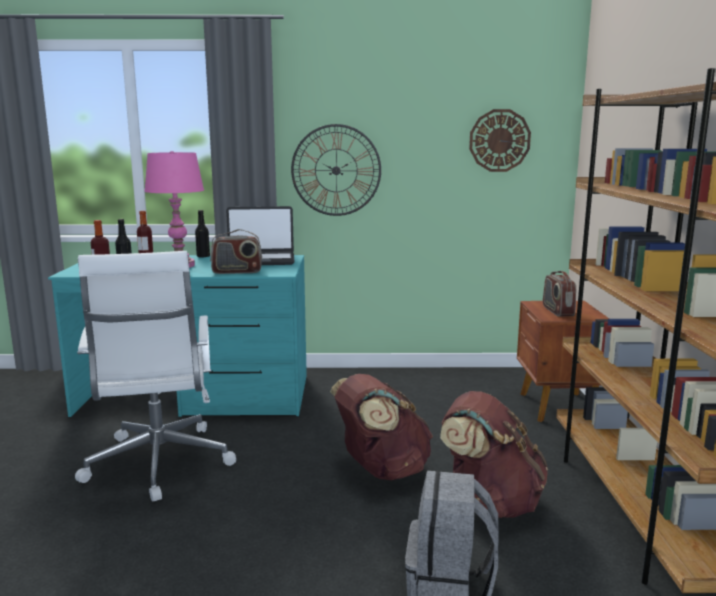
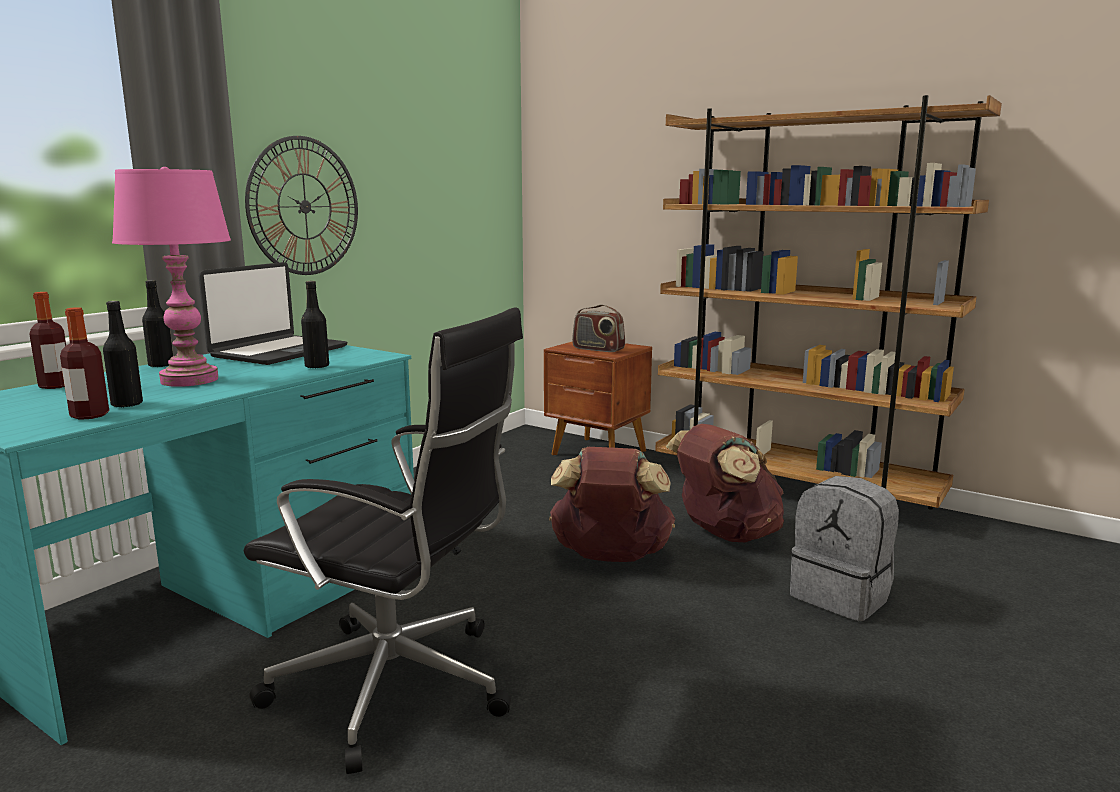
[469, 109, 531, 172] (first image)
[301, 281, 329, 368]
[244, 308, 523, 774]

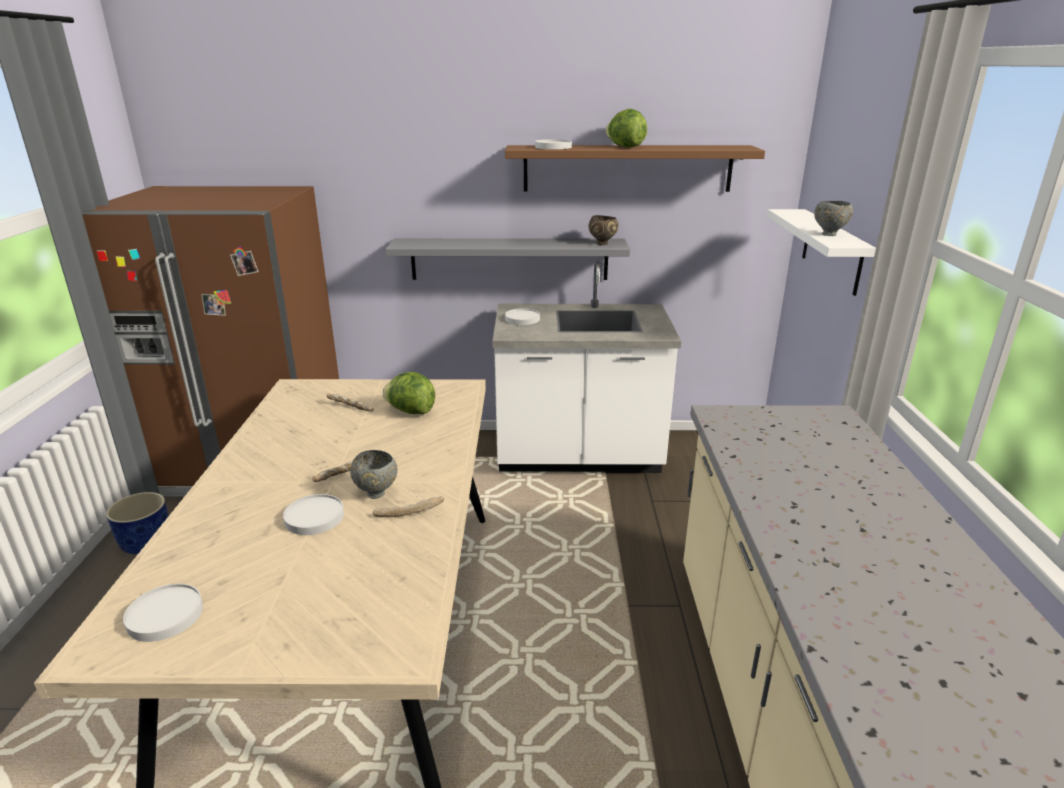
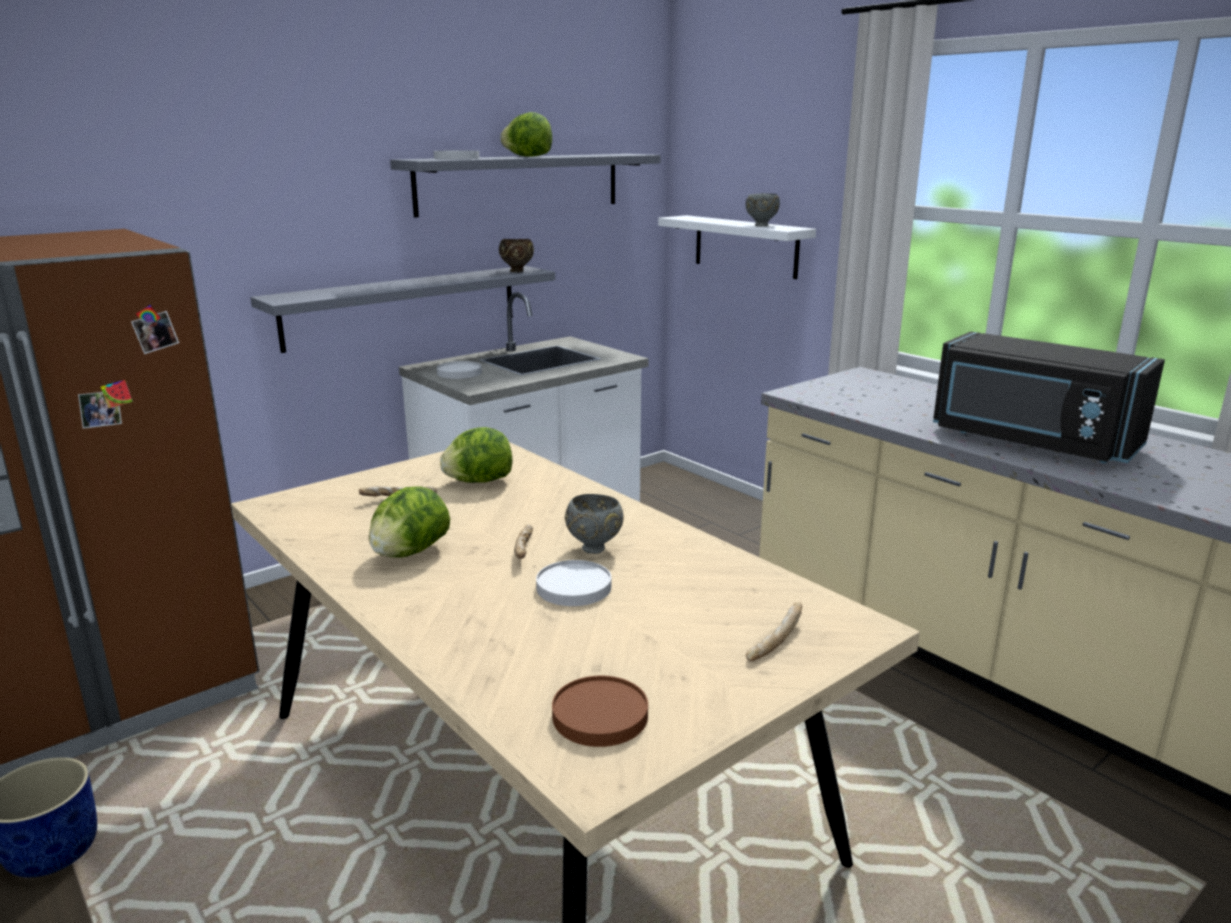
[369, 486, 450, 558]
[933, 332, 1165, 463]
[746, 602, 802, 661]
[552, 676, 648, 747]
[390, 154, 661, 218]

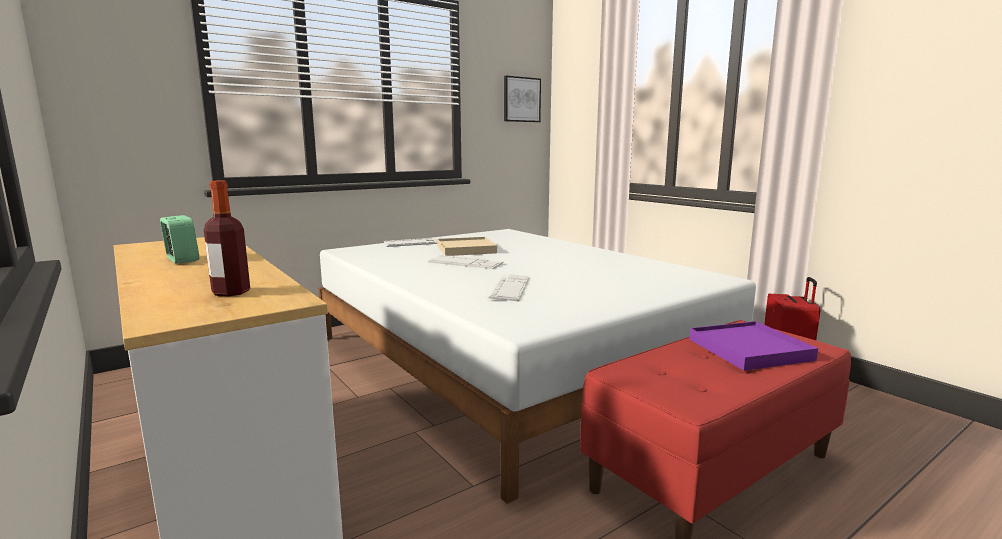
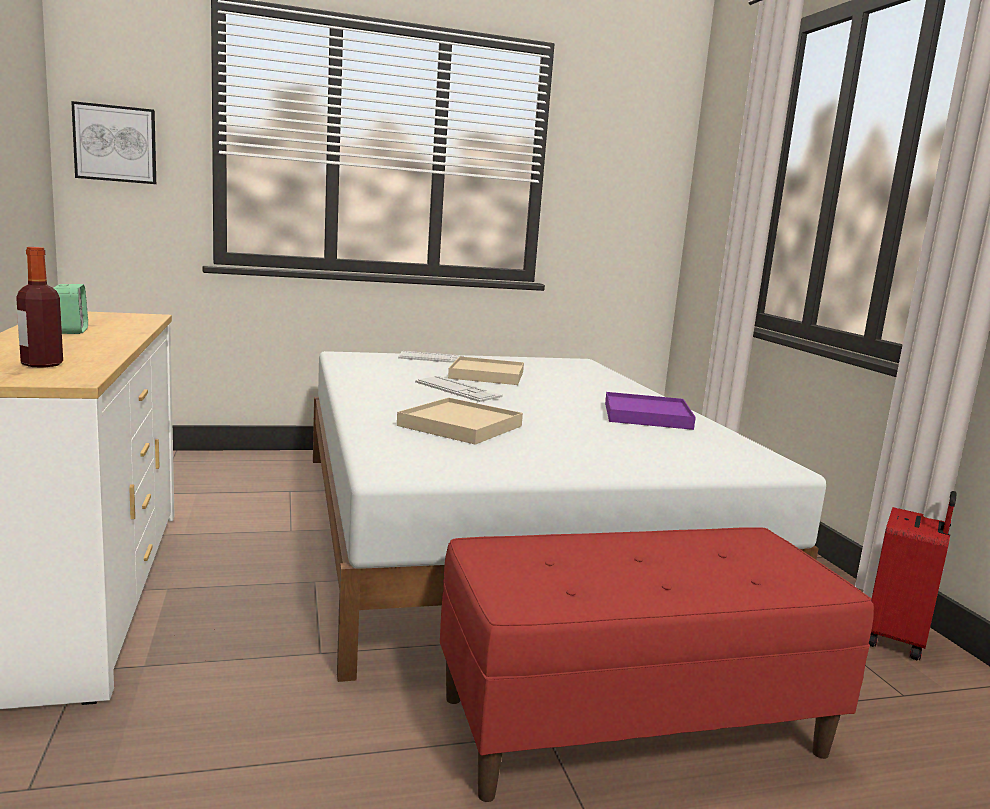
[71, 101, 156, 184]
[605, 392, 696, 430]
[397, 398, 523, 445]

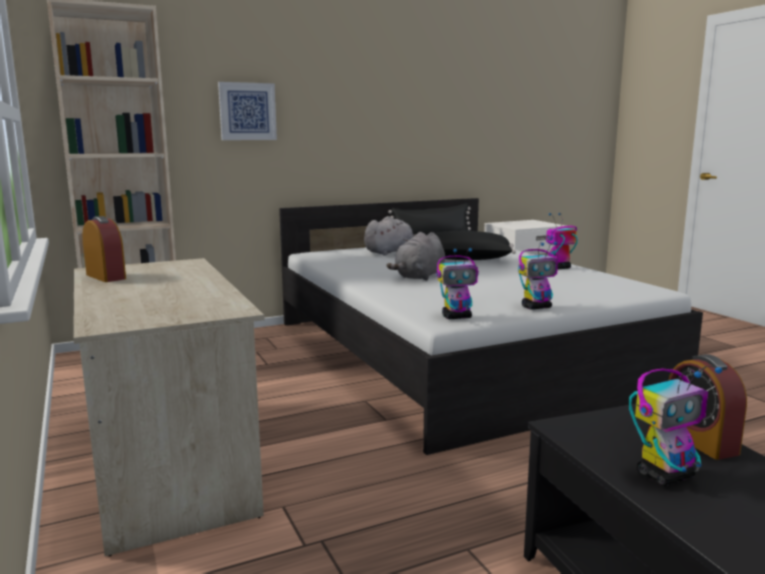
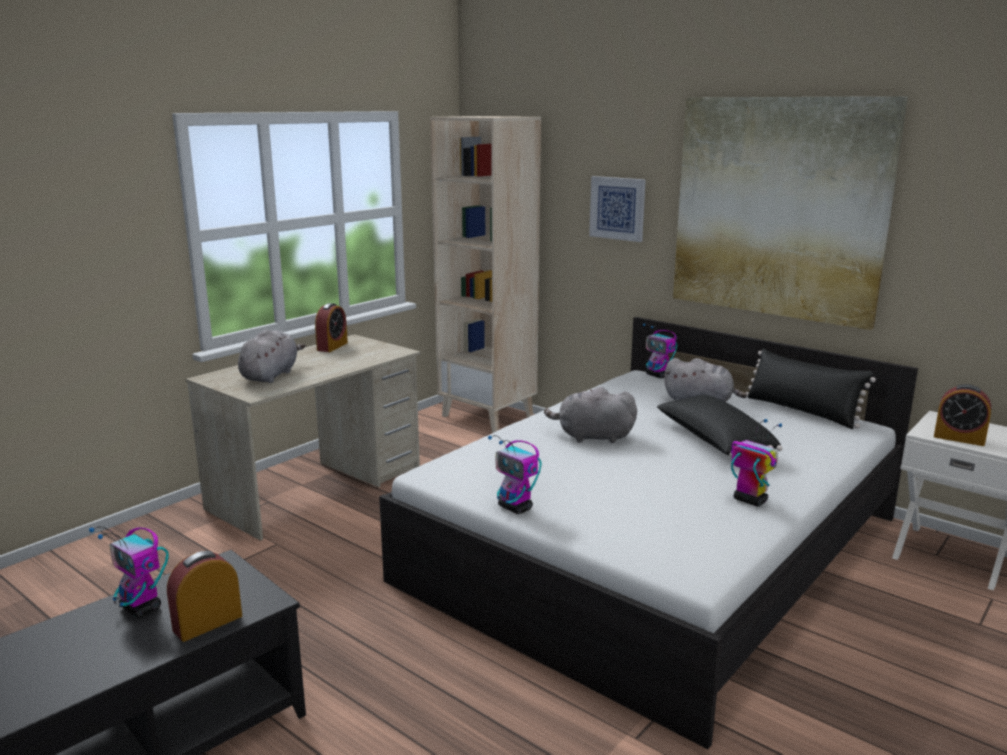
[238, 329, 306, 383]
[673, 96, 908, 330]
[934, 384, 991, 446]
[643, 323, 677, 378]

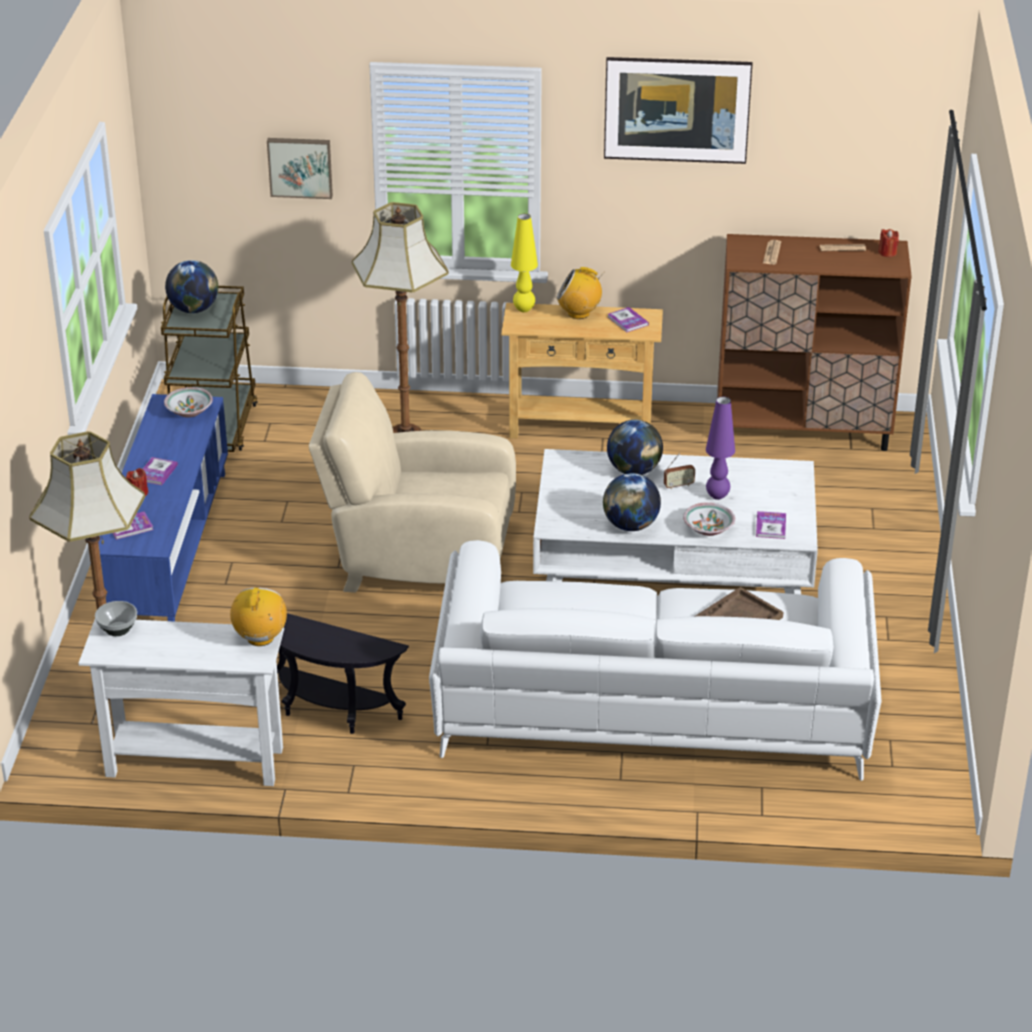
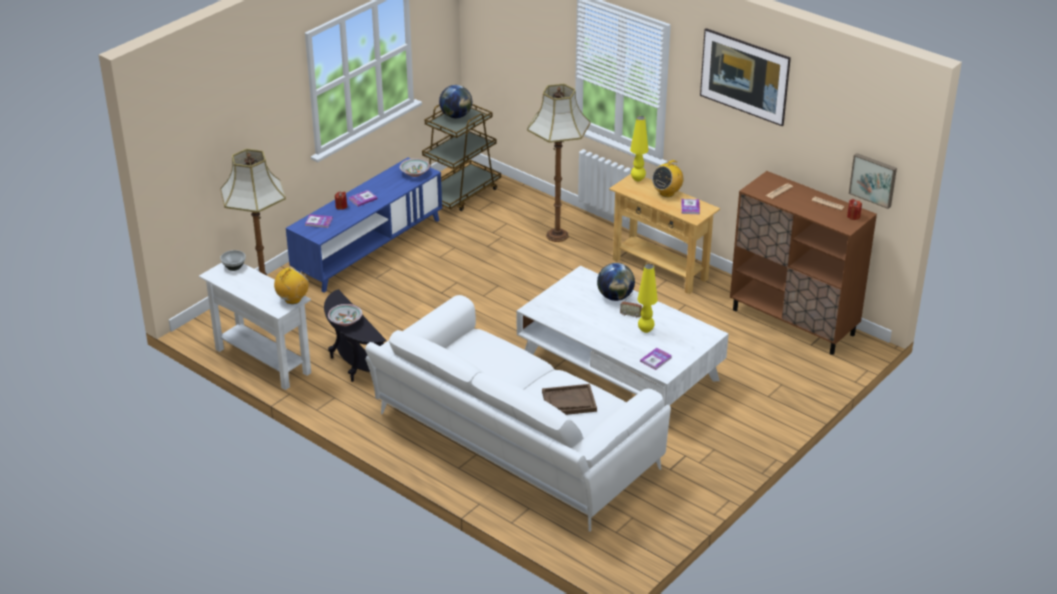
[309, 372, 516, 593] (first image)
[603, 473, 661, 531] (first image)
[849, 153, 897, 209]
[328, 304, 362, 326]
[637, 264, 658, 333]
[652, 160, 683, 197]

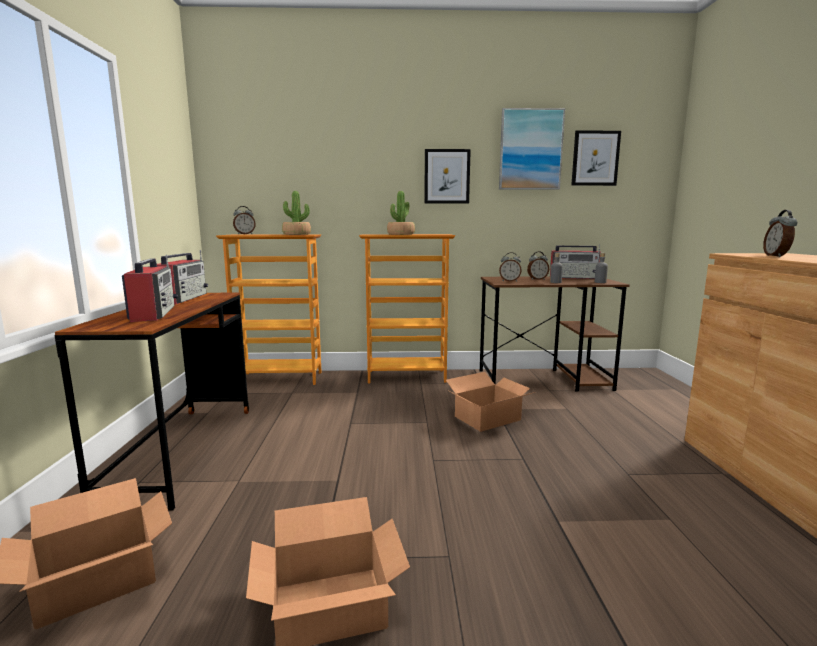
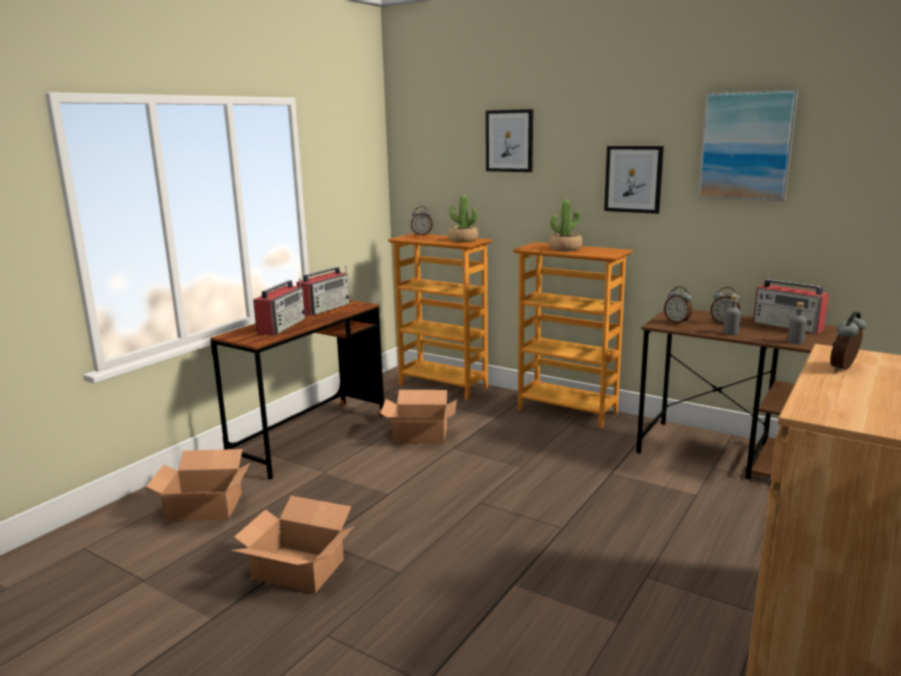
[380, 390, 457, 443]
[486, 109, 533, 172]

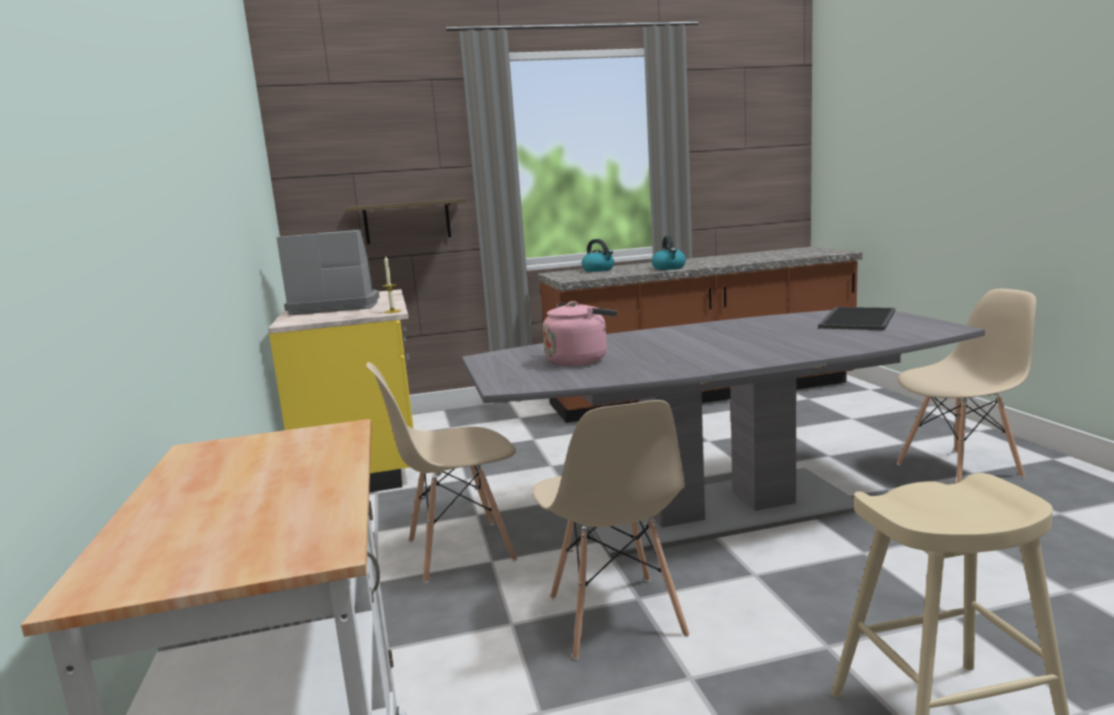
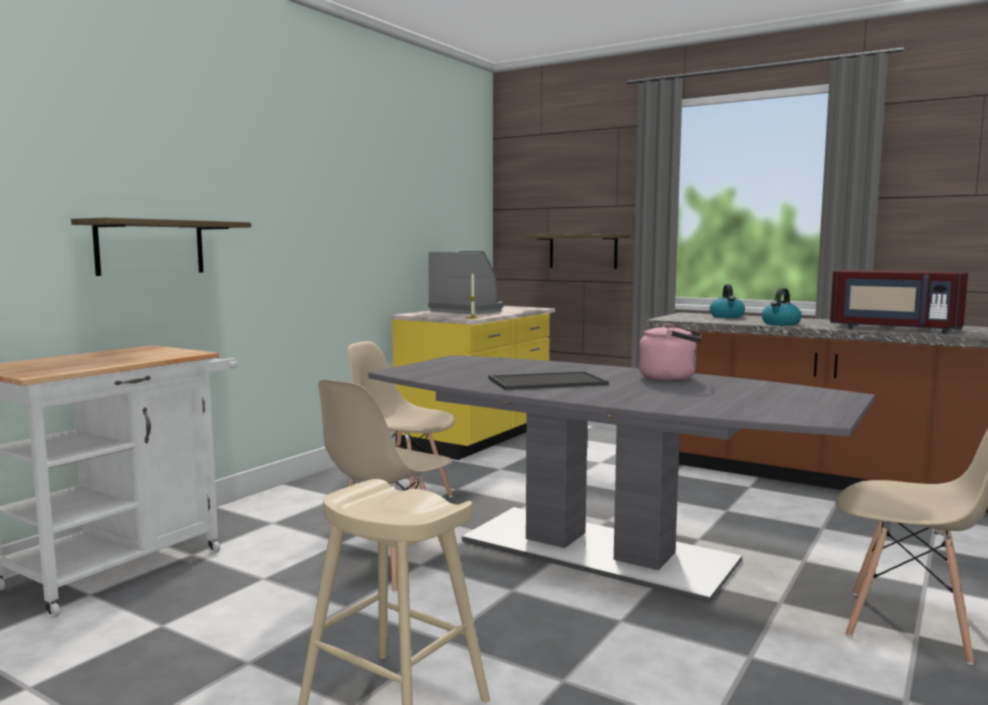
[71, 218, 251, 276]
[830, 270, 968, 333]
[639, 324, 701, 381]
[489, 371, 609, 390]

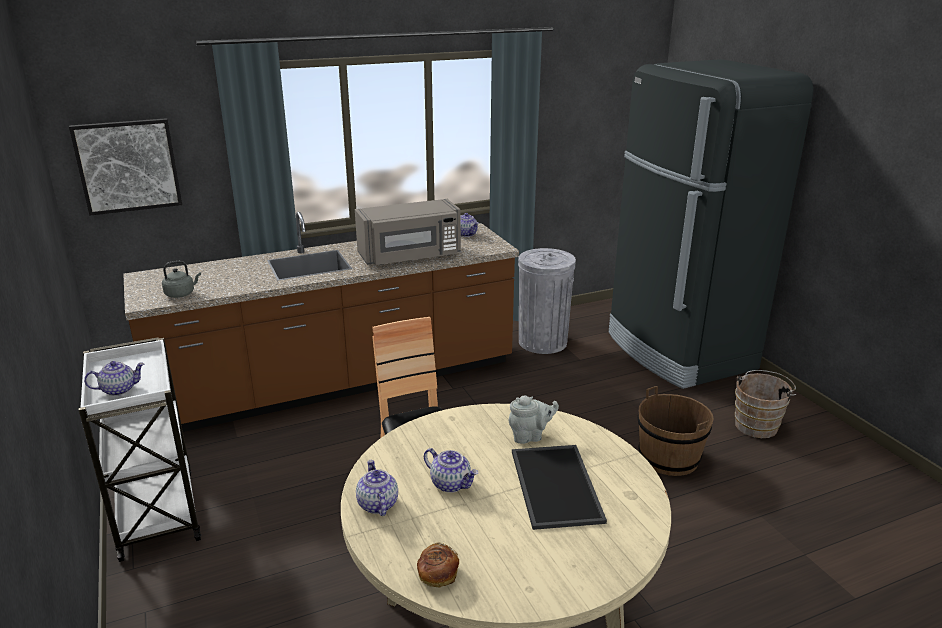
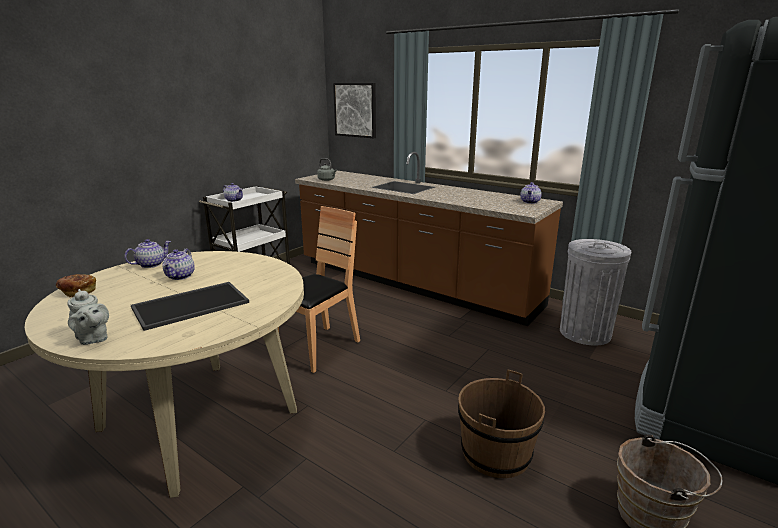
[355, 199, 461, 265] (first image)
[68, 289, 109, 345]

